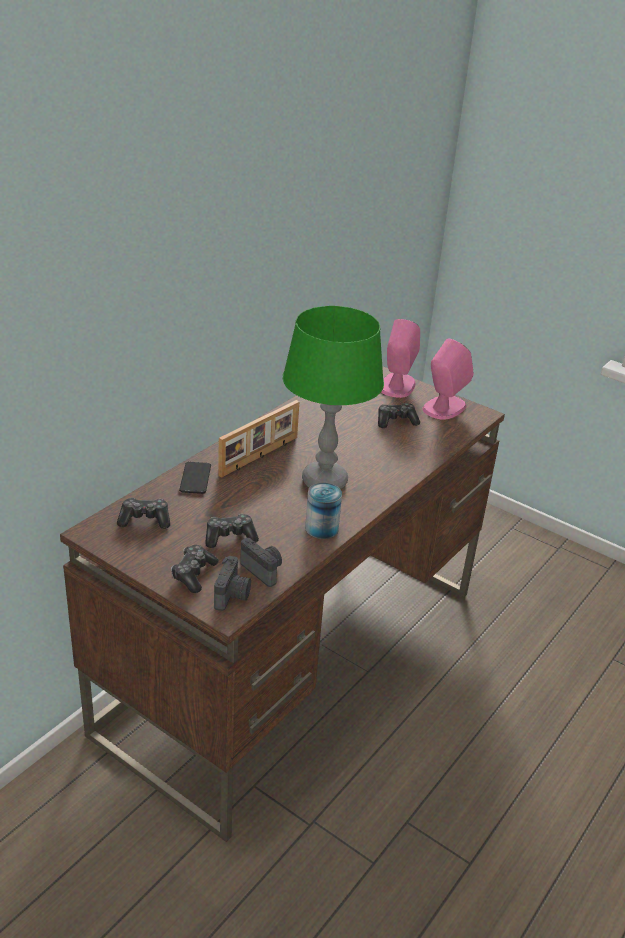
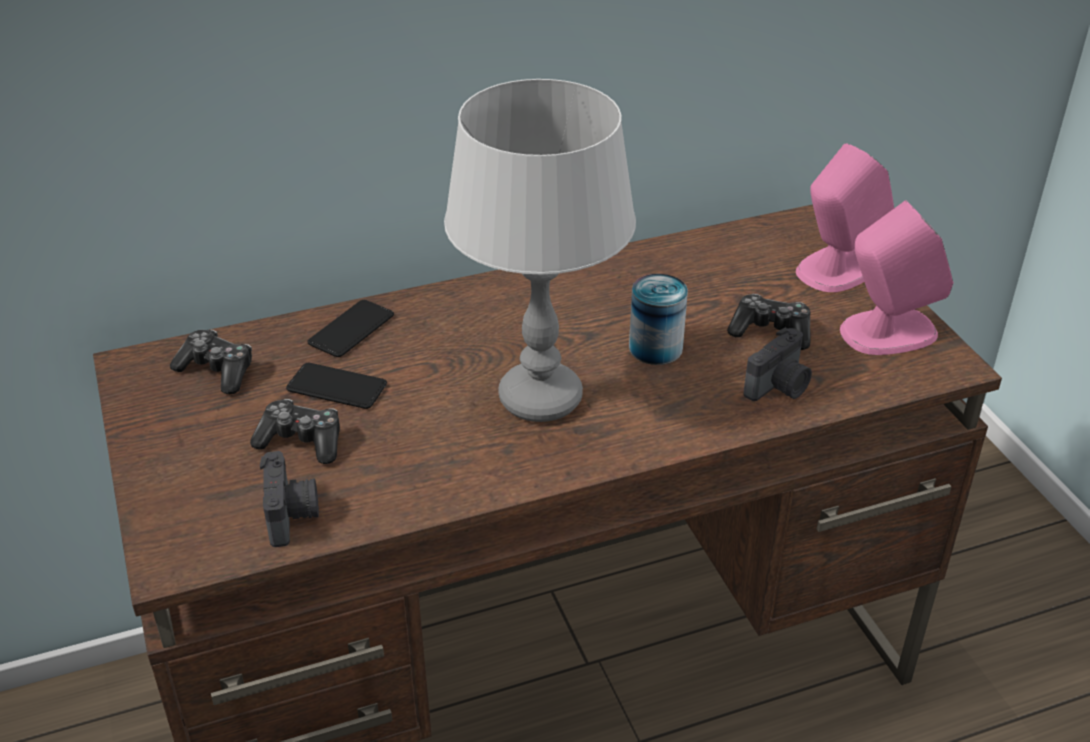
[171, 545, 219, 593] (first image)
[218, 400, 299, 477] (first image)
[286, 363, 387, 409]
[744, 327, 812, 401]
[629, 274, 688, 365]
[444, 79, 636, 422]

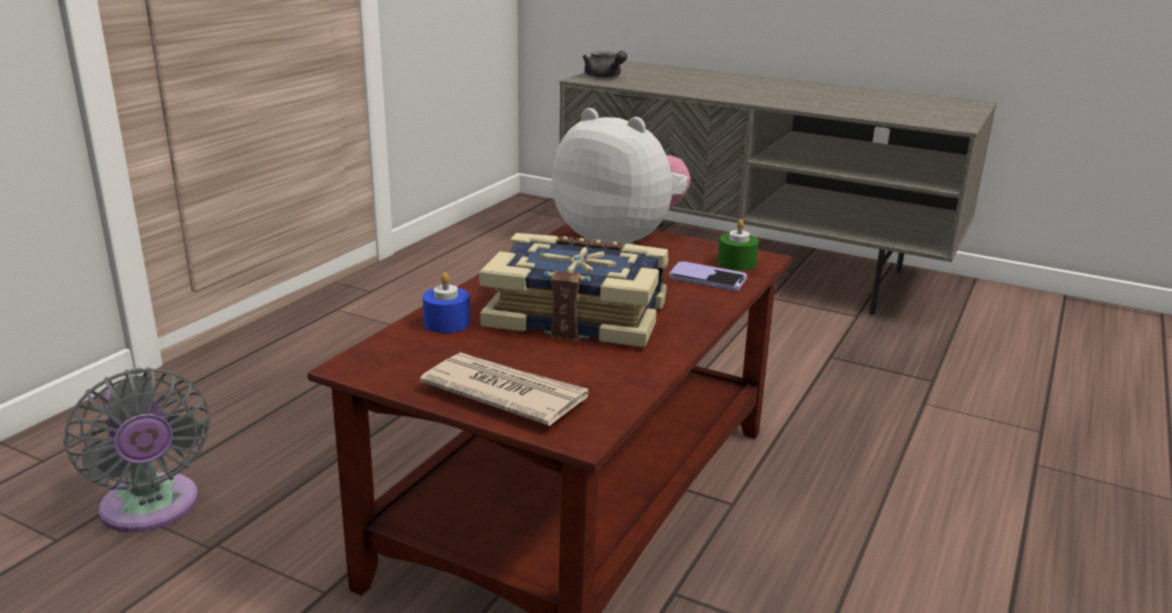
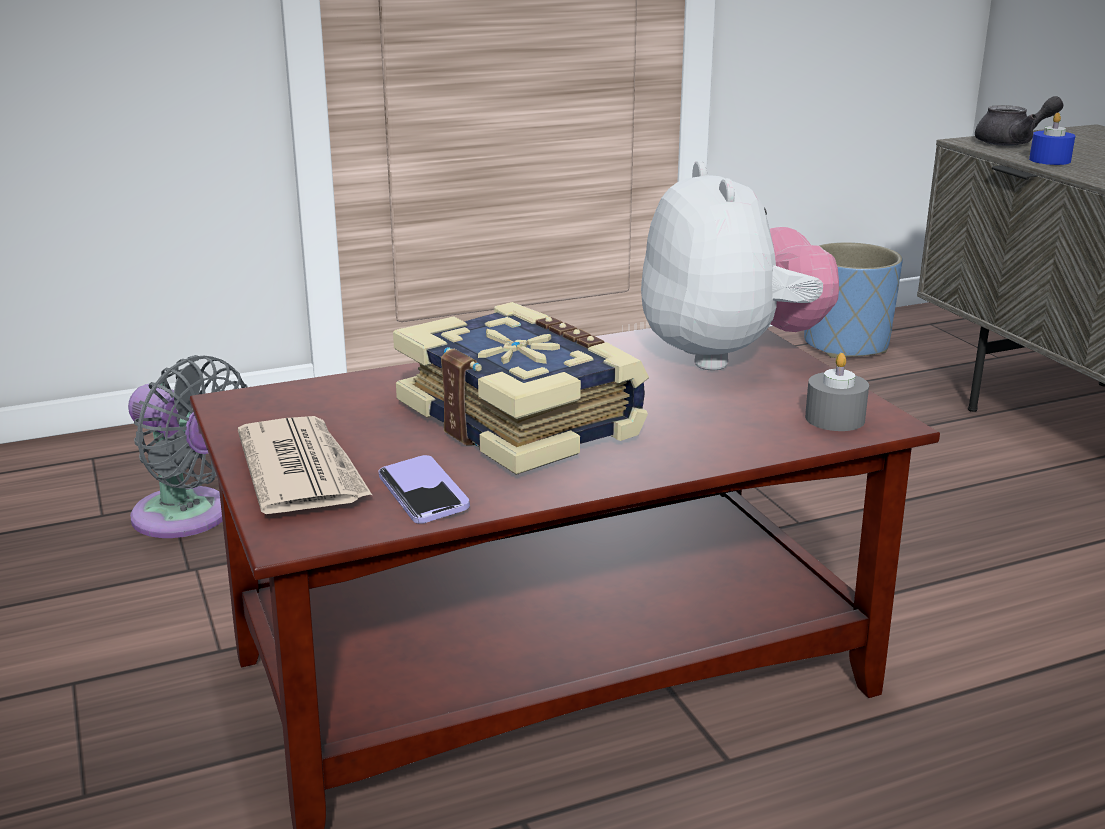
[804, 242, 903, 358]
[1029, 113, 1075, 165]
[378, 455, 470, 524]
[805, 353, 869, 431]
[128, 355, 248, 538]
[975, 96, 1063, 146]

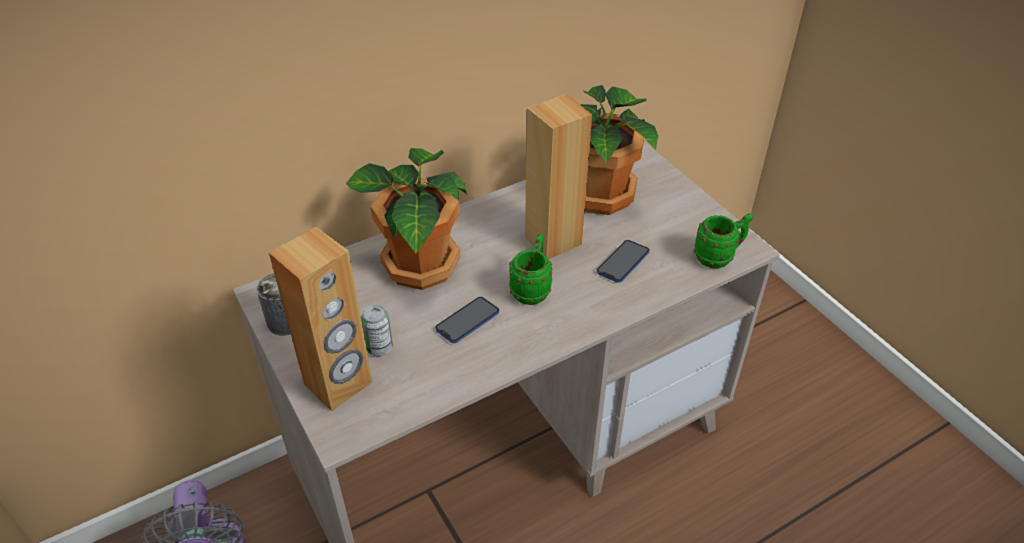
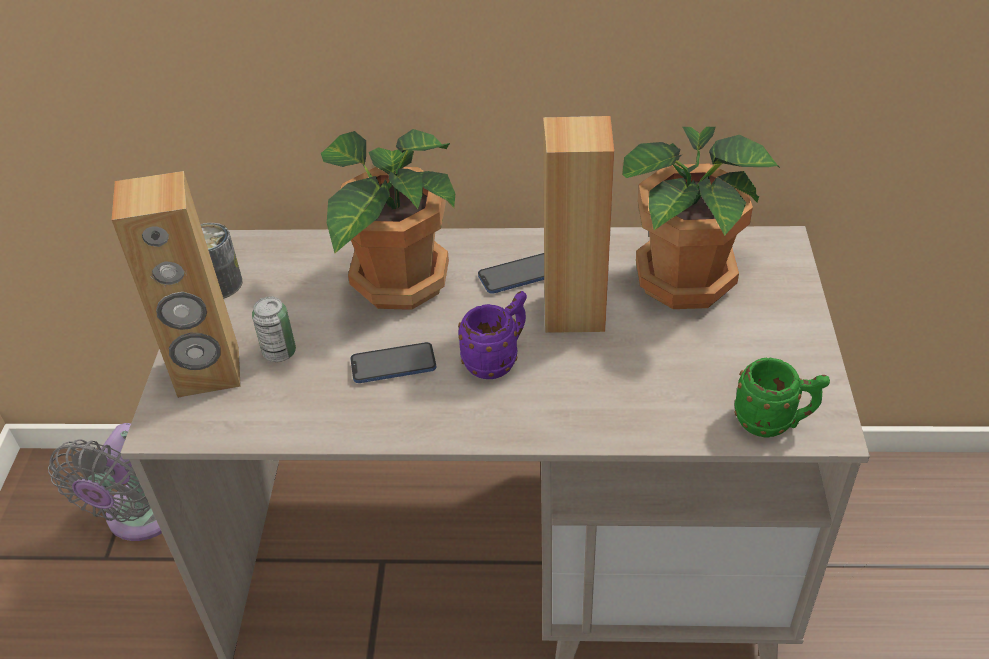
[478, 253, 544, 294]
[458, 291, 527, 379]

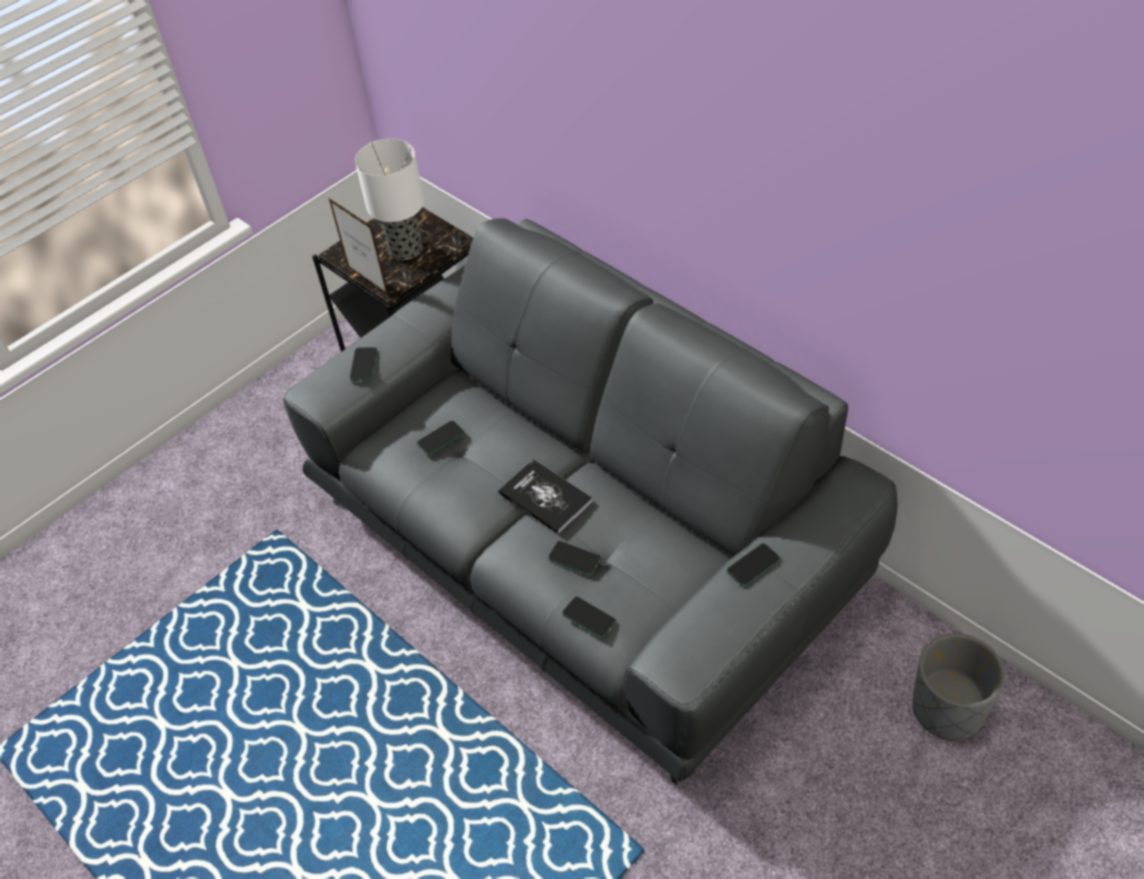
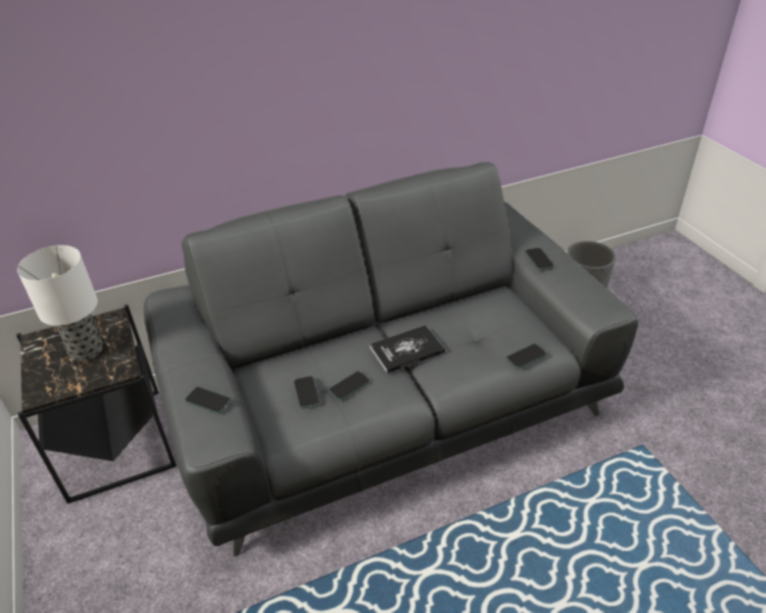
[329, 198, 389, 296] (first image)
[328, 371, 370, 401]

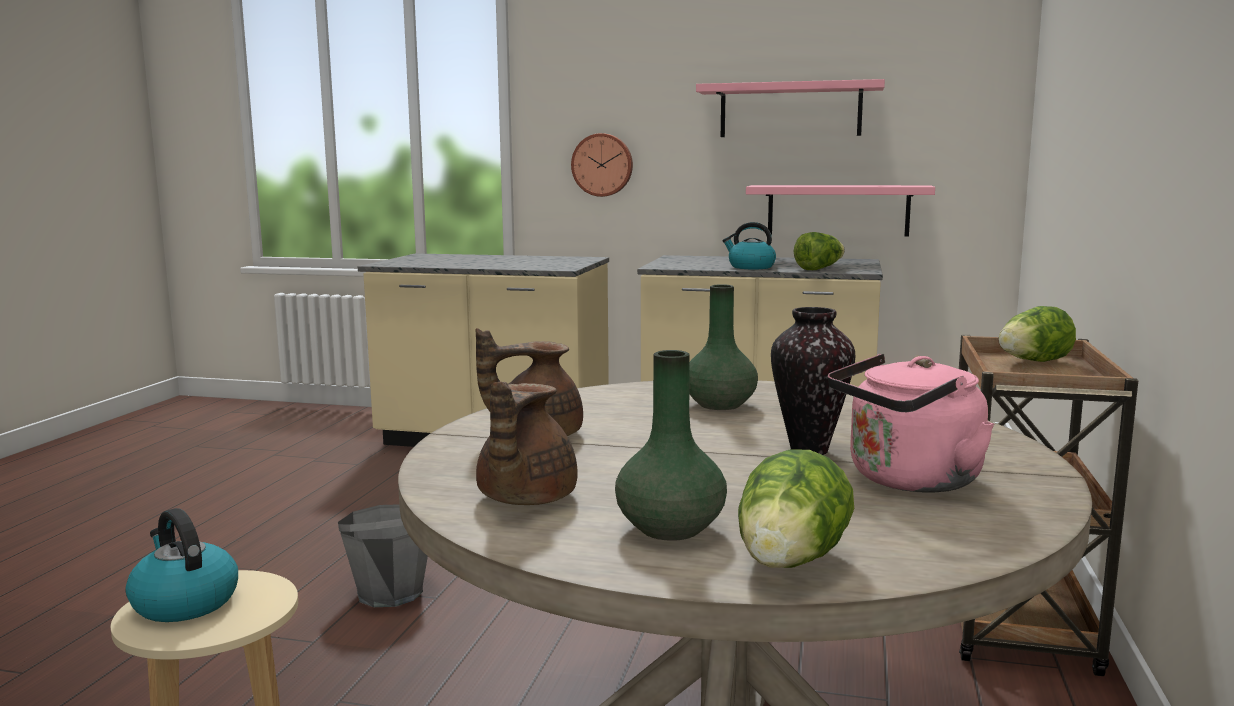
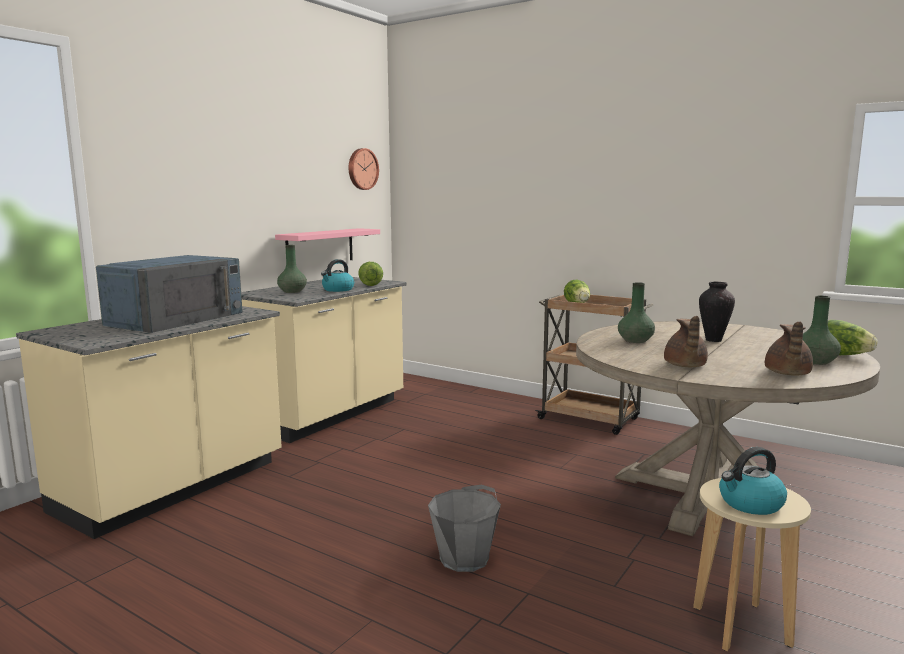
[696, 79, 885, 137] (first image)
[828, 354, 994, 493] (first image)
[96, 255, 243, 333]
[277, 245, 307, 293]
[349, 148, 379, 190]
[765, 321, 813, 376]

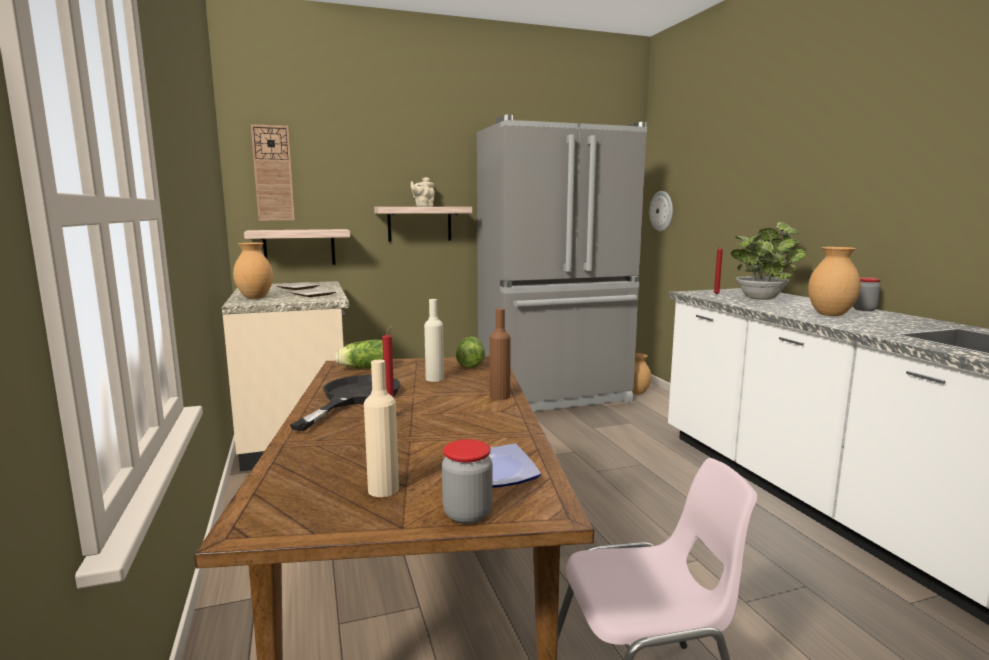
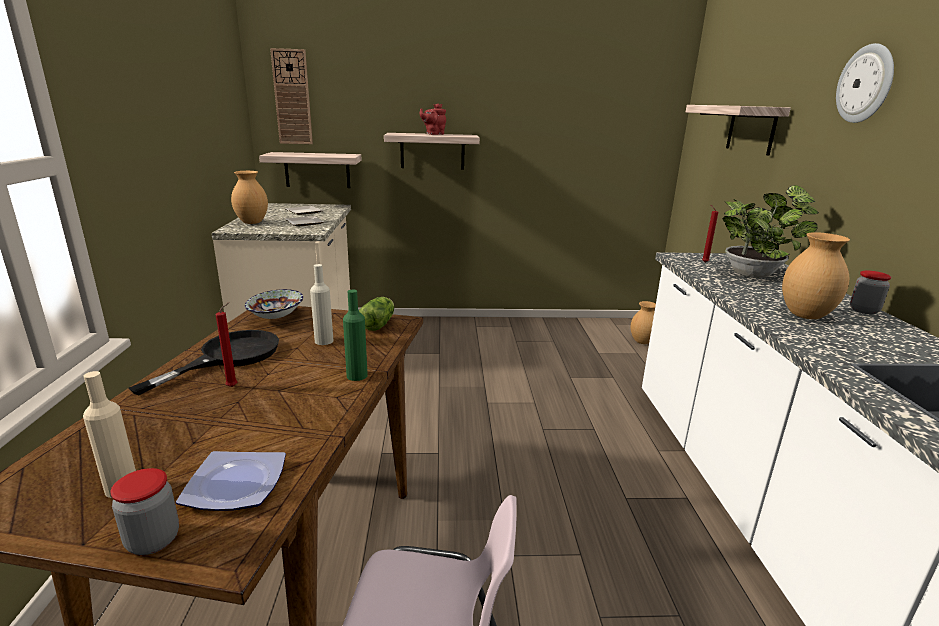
[477, 115, 647, 411] (first image)
[686, 105, 791, 155]
[836, 43, 894, 123]
[245, 289, 303, 319]
[420, 103, 446, 135]
[343, 290, 368, 381]

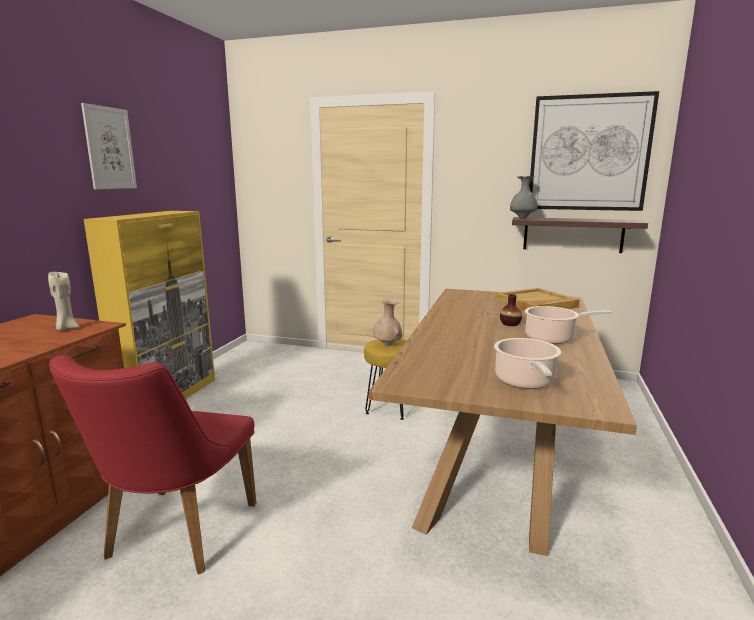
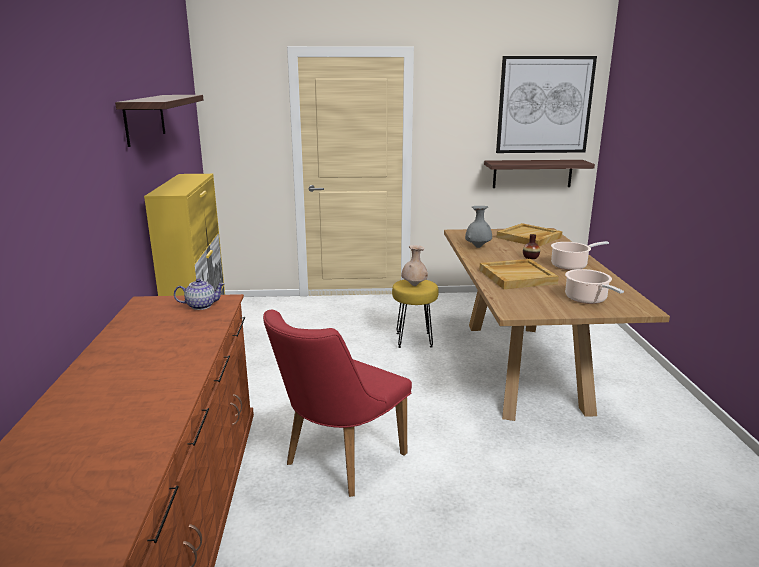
[479, 259, 559, 289]
[465, 206, 492, 248]
[174, 278, 225, 310]
[115, 95, 203, 147]
[263, 310, 412, 497]

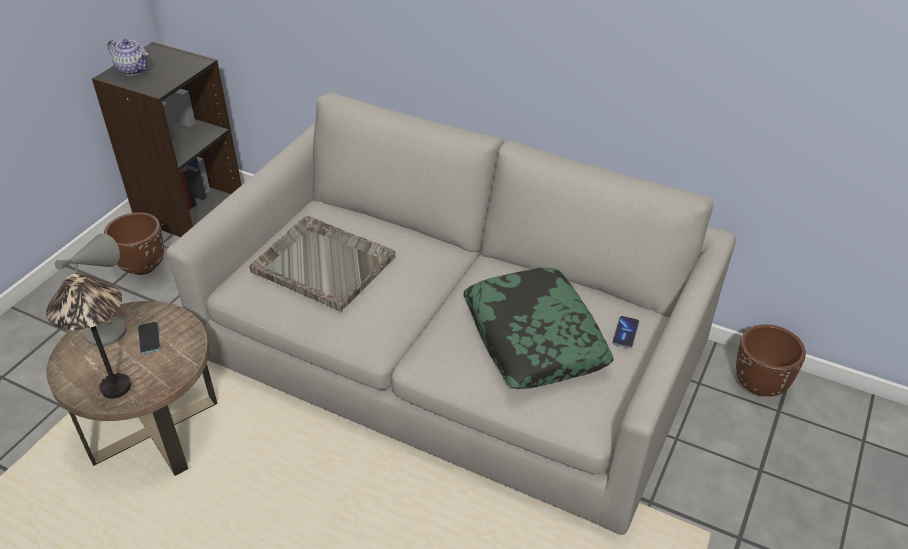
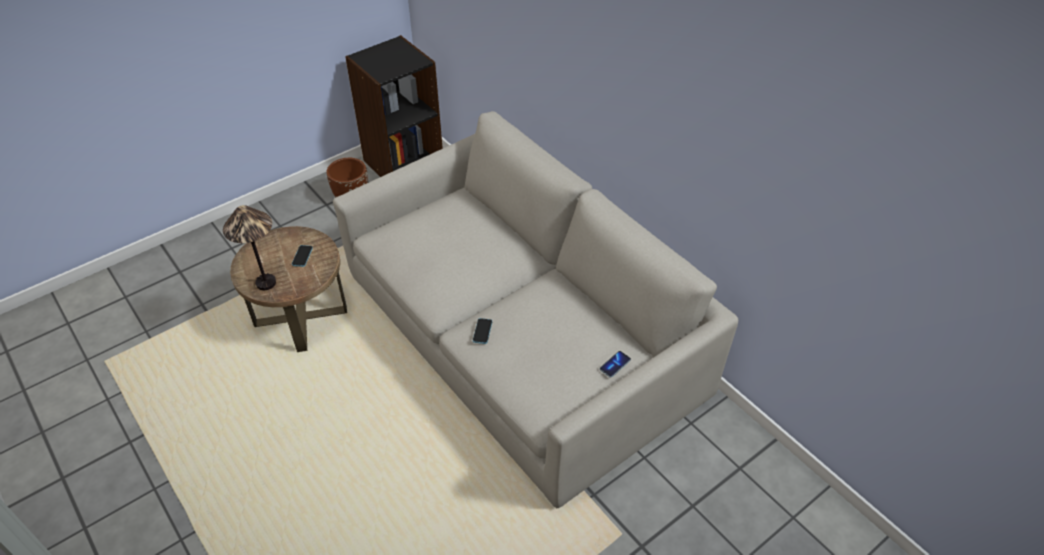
[55, 233, 126, 361] (first image)
[108, 39, 148, 76] (first image)
[249, 216, 395, 311] (first image)
[463, 268, 614, 389] (first image)
[736, 324, 806, 397] (first image)
[473, 318, 492, 344]

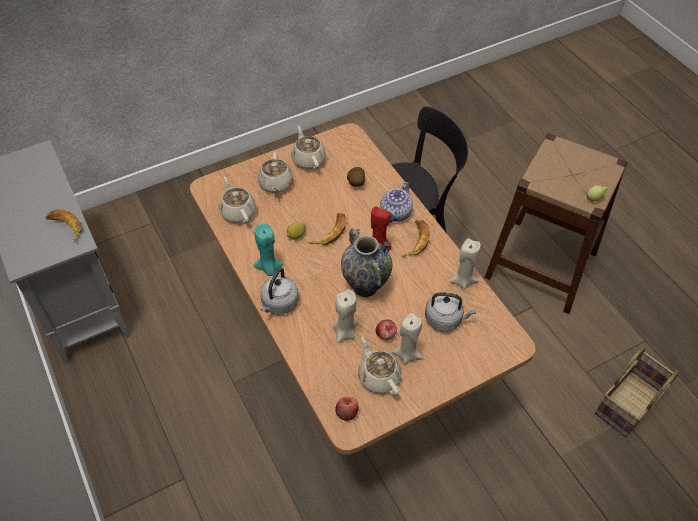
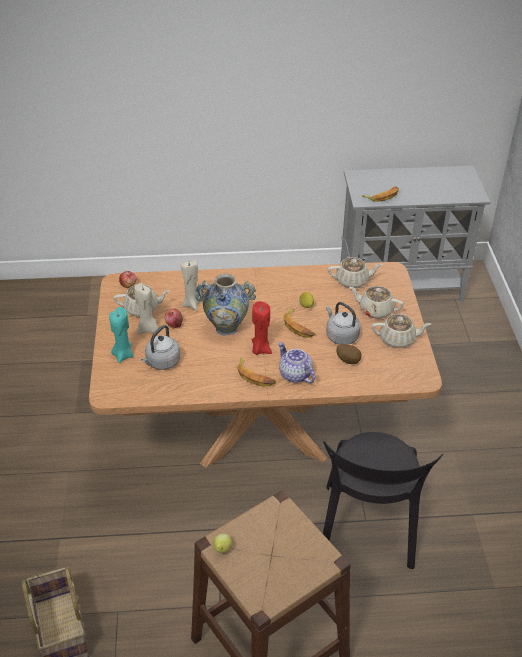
[449, 239, 481, 290] (first image)
[109, 307, 133, 363]
[326, 302, 360, 345]

